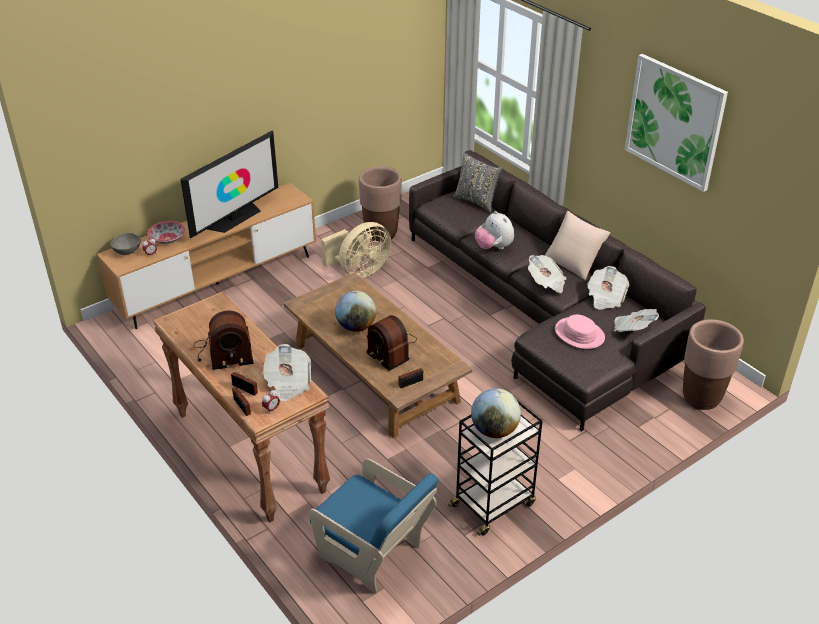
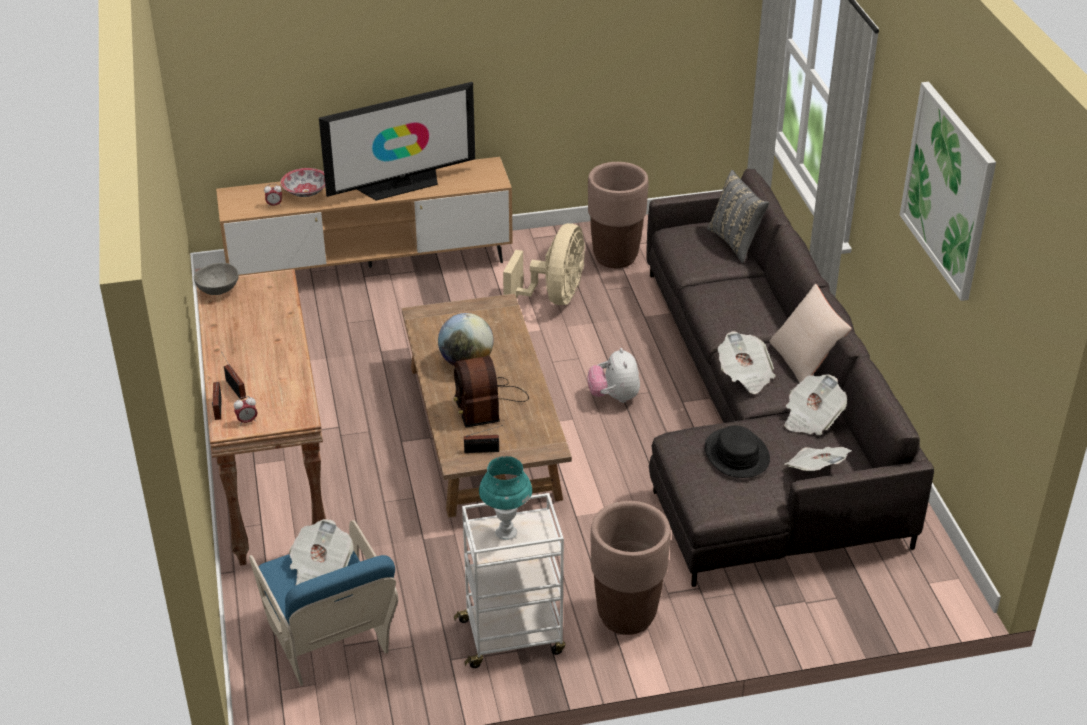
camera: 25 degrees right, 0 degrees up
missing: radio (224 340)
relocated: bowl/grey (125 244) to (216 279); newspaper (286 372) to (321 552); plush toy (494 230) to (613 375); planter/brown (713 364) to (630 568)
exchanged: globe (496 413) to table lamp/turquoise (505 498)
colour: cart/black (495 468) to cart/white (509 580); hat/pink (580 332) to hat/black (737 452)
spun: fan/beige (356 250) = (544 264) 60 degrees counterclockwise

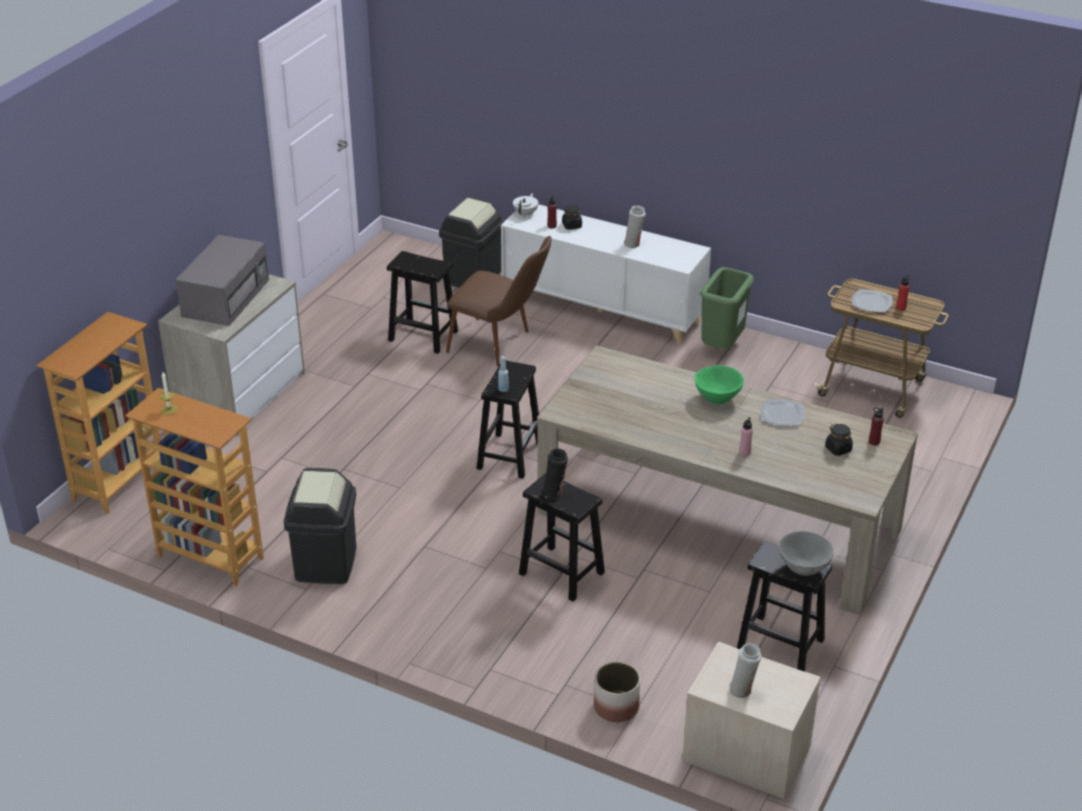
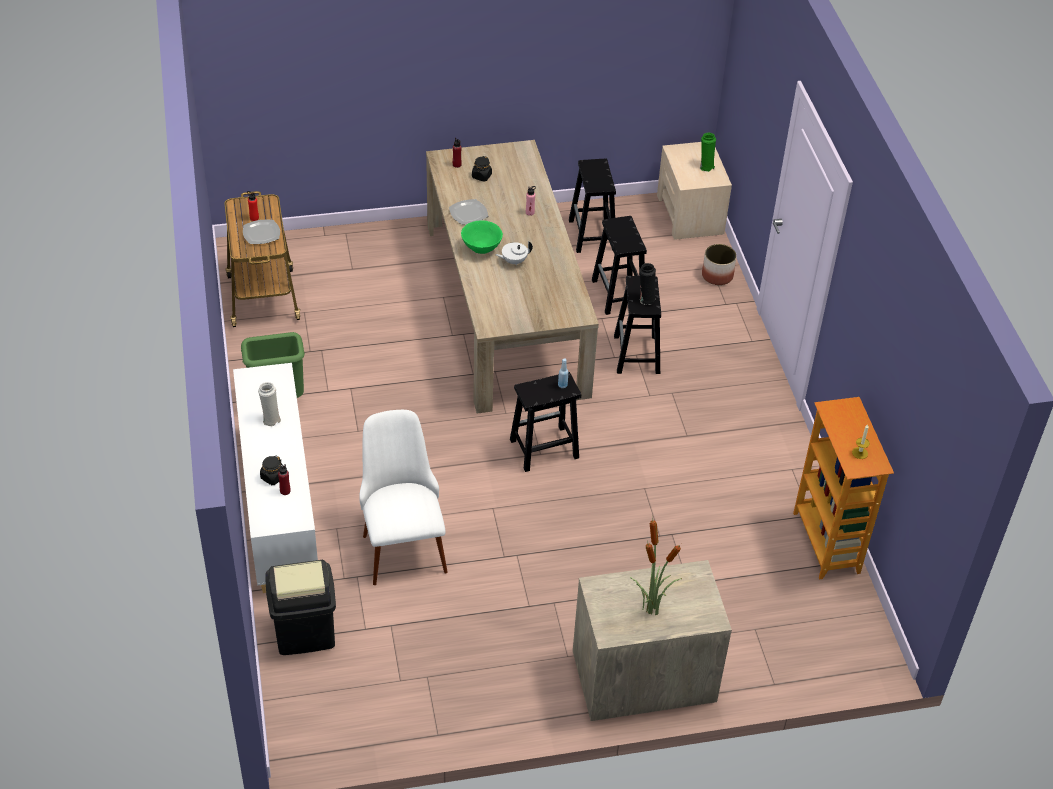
camera: 130 degrees left, 10 degrees up
missing: bookcase (98 413); trash can/black (320 526); bowl/grey (805 553)
relocated: stool/black (422 302) to (619 265); teapot/white (525 205) to (514 253)
exchanged: microwave/grey (222 280) to potted plant (656 565)
colour: chair/brown (499 301) to chair/white (403 497); vase/white (745 670) to vase/green (708 152)

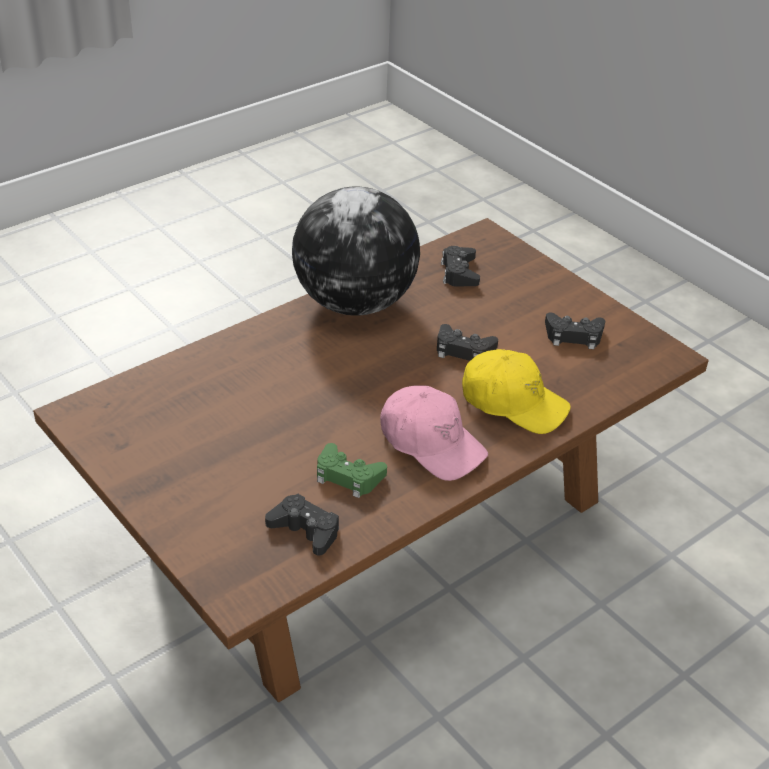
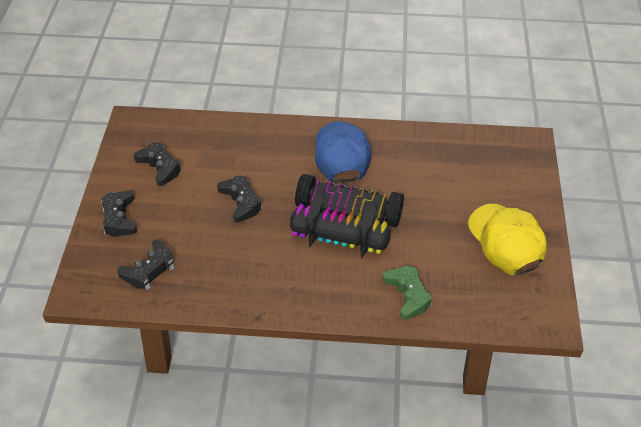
camera: 135 degrees left, 10 degrees up
missing: globe (356 251)
appeared: toy car (347 216)
relocated: game controller/black (302 525) to (119 213); game controller/green (352 470) to (407 293); cap/yellow (516 391) to (507 240)
colour: cap/pink (434 433) to cap/blue (343 152)

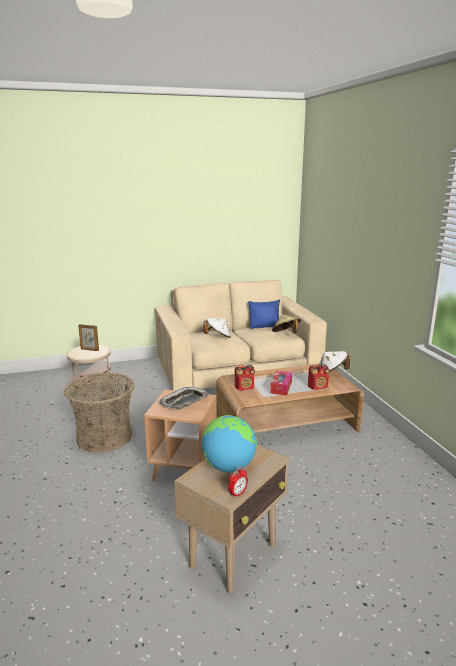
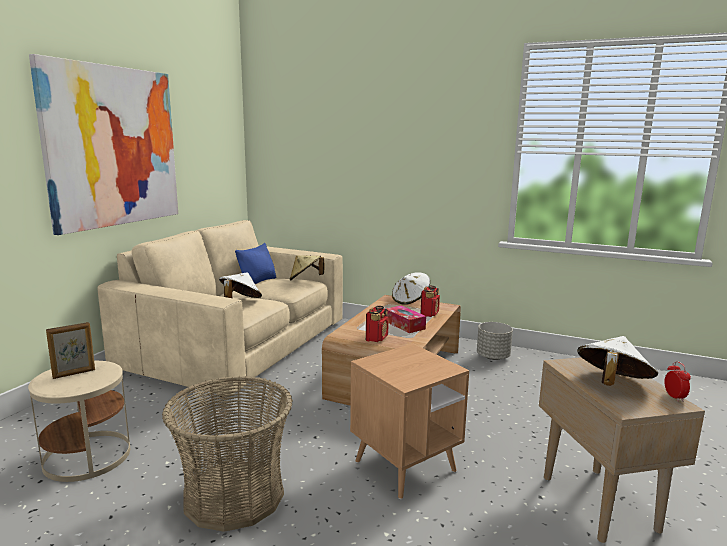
camera: 50 degrees left, 5 degrees down
missing: tray (183 398)
appeared: picture (103 144); planter/grey (495 341)
exchanged: globe (229 443) to hat/white (617 361)

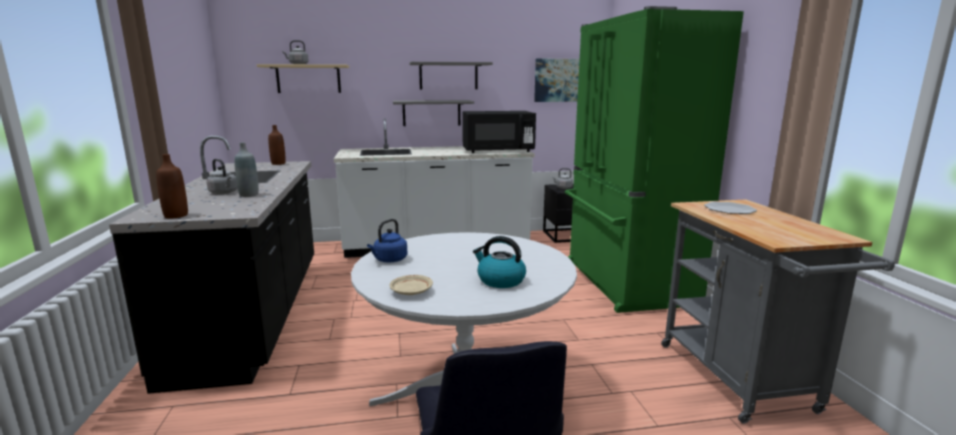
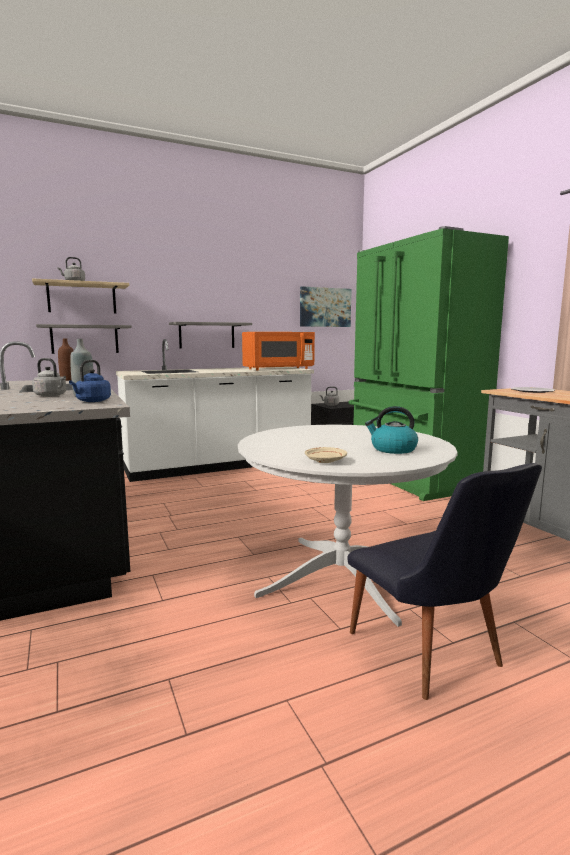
camera: 15 degrees left, 5 degrees down
missing: bottle/brown (172 186)
relocated: kettle/blue (387 241) to (90 381); shelf/grey (451 75) to (84 339)
colour: microwave/black (499 132) to microwave/orange (278 351)

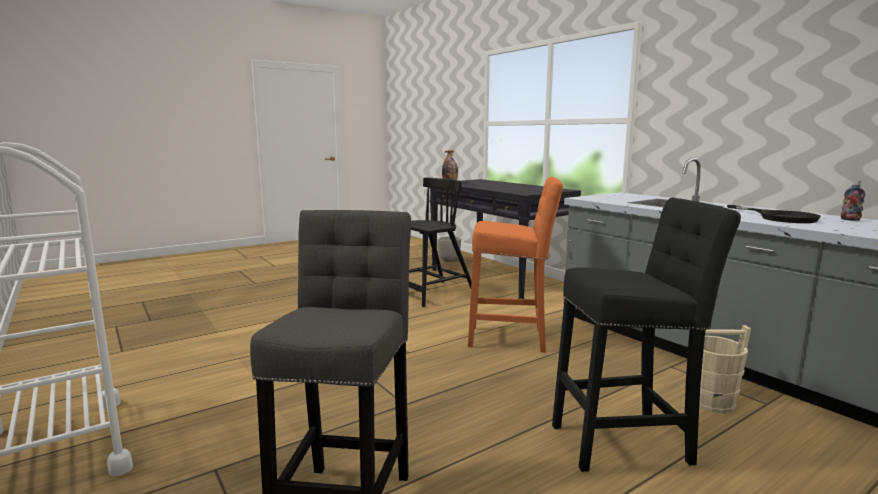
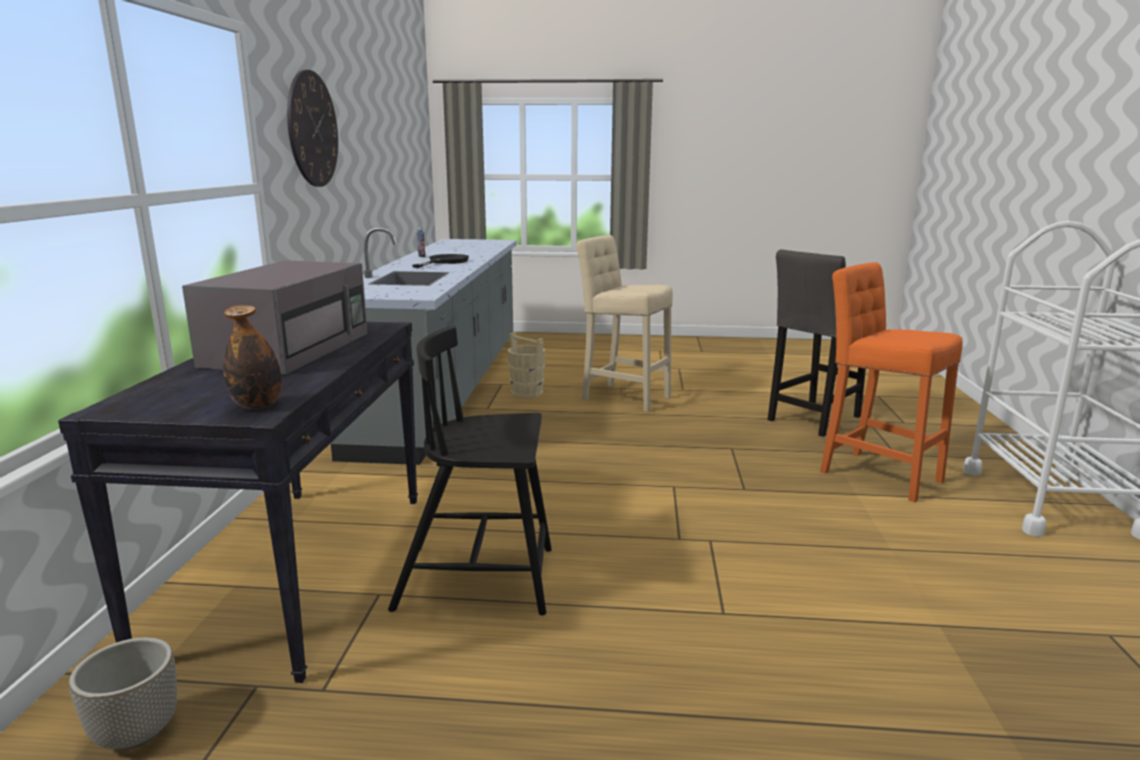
camera: 140 degrees left, 5 degrees up
appeared: microwave/grey (275 317); wall clock (312 128)
relocated: stool/orange (515 265) to (891 382)
colour: stool/black (646 335) to stool/beige (624 323)

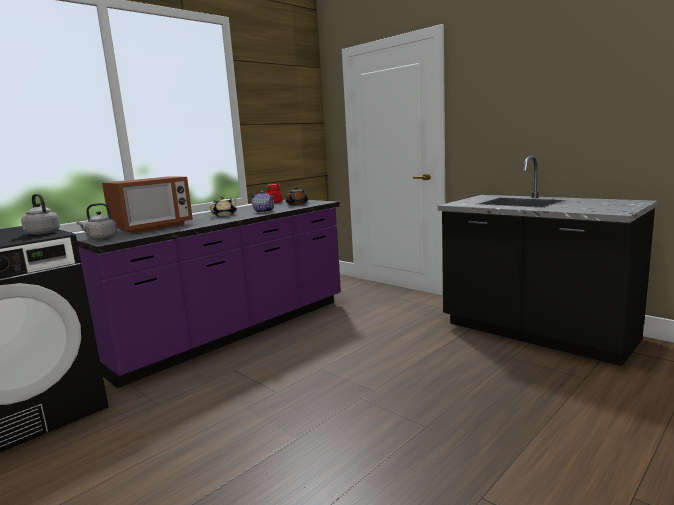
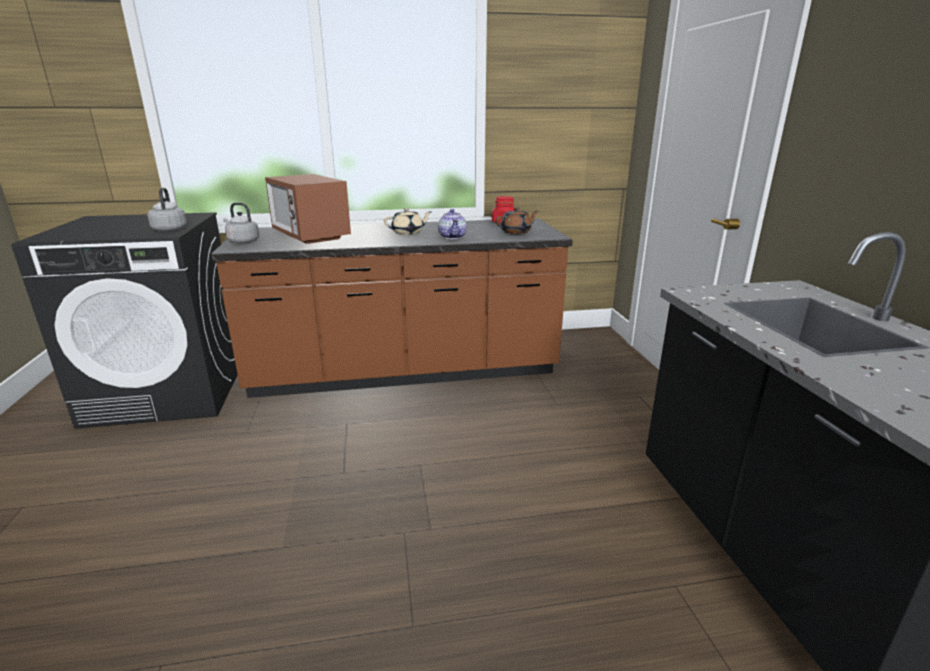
camera: 35 degrees right, 10 degrees up
colour: counter/purple (208 293) to counter/brown (392 308)
spun: microwave (147 204) = (308 209) 60 degrees clockwise

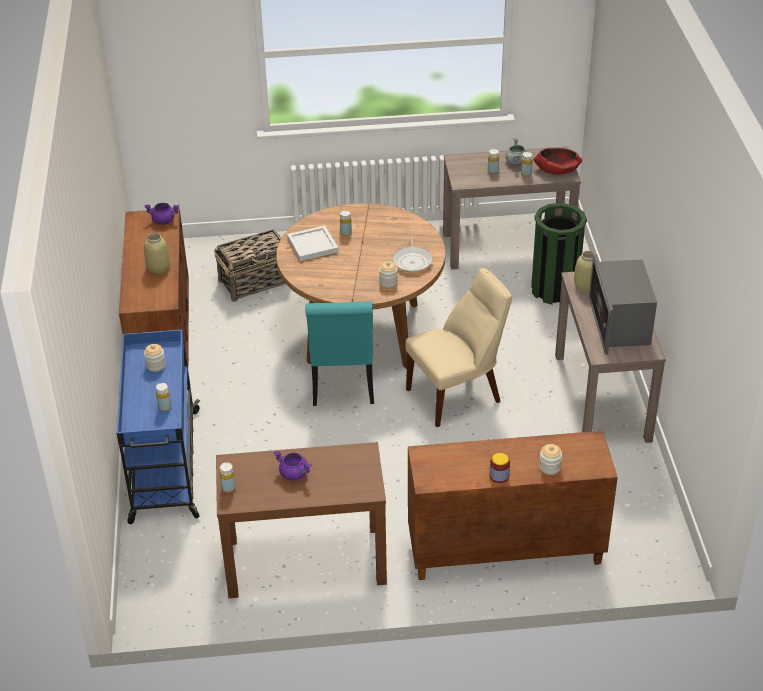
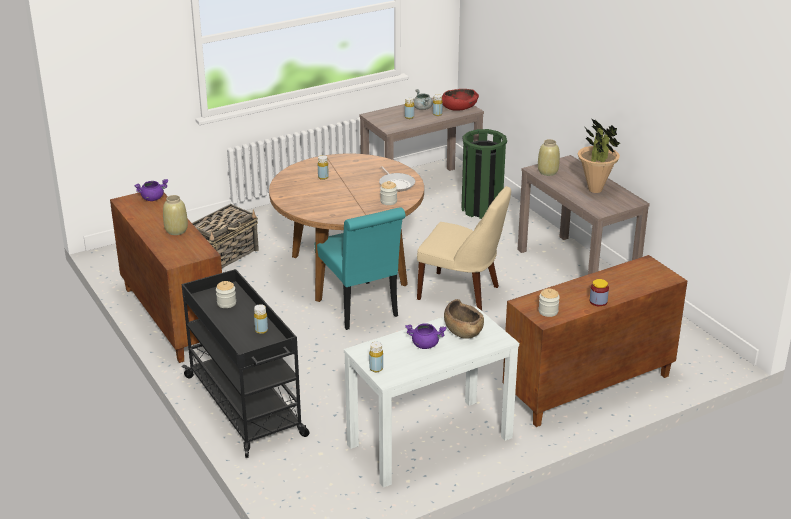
camera: 25 degrees left, 10 degrees down
missing: tray/white (312 243)
appeared: bowl/brown (464 319)
relocated: jar (550 459) to (549 302)
exchanged: microwave (623 304) to potted plant (598 155)
colour: cart/blue (158 426) to cart/black (245 363); console table/brown (301 520) to console table/white (431 397)
spun: chair/beige (458 347) = (464 248) 75 degrees clockwise

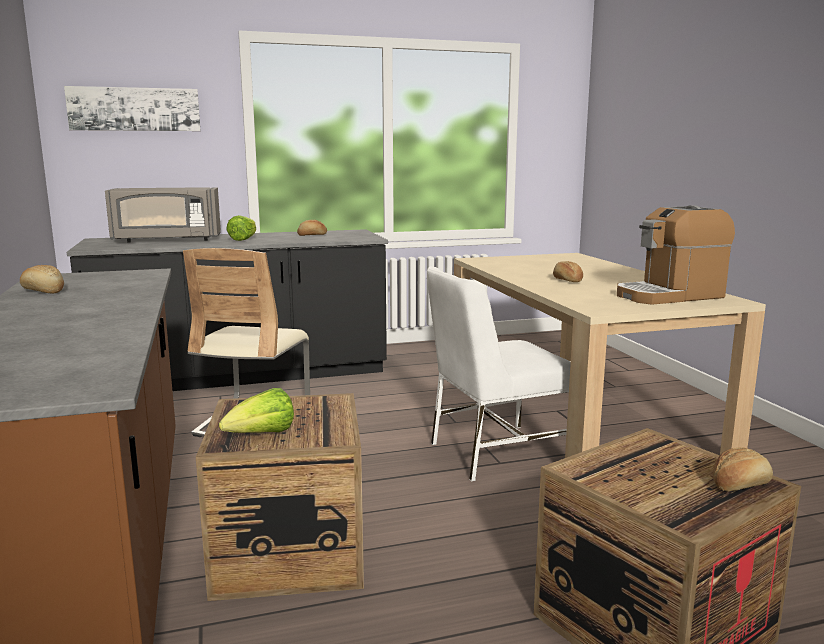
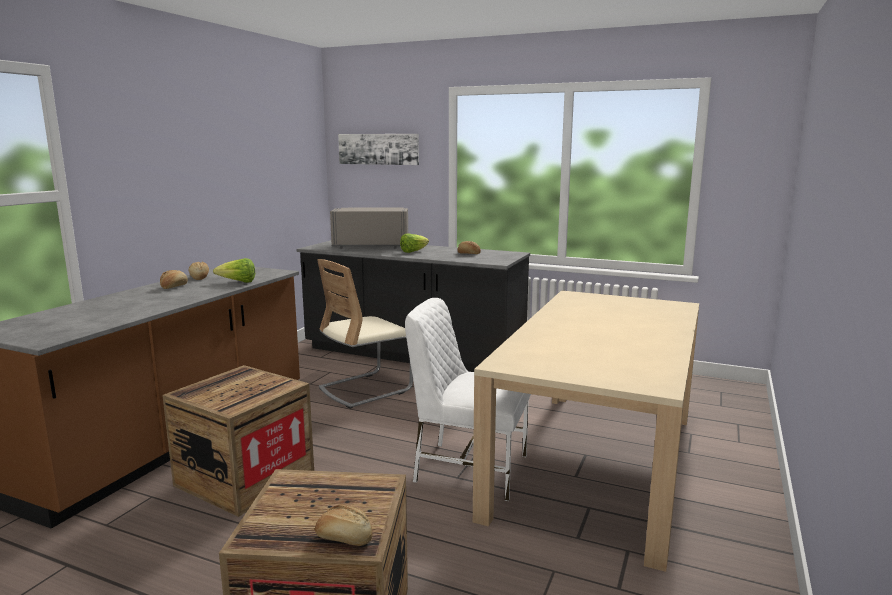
camera: 40 degrees right, 0 degrees up
missing: coffee machine (676 255)
relocated: lettuce (256 410) to (234 270); bread (568 271) to (174 279)
spun: microwave/grey (163 214) = (369 228) 150 degrees clockwise

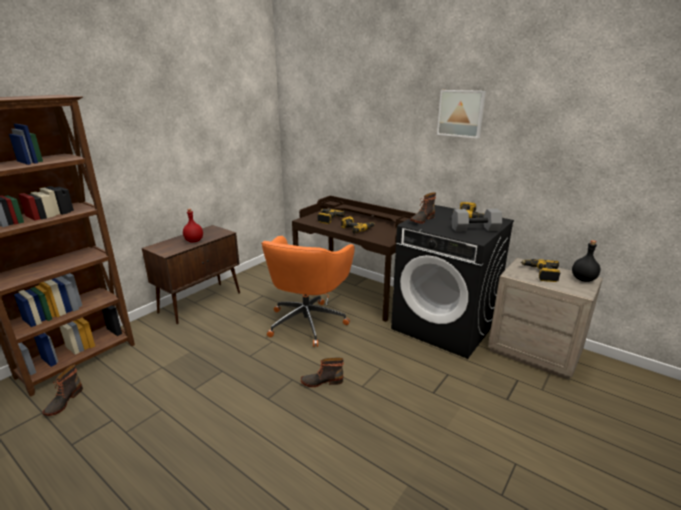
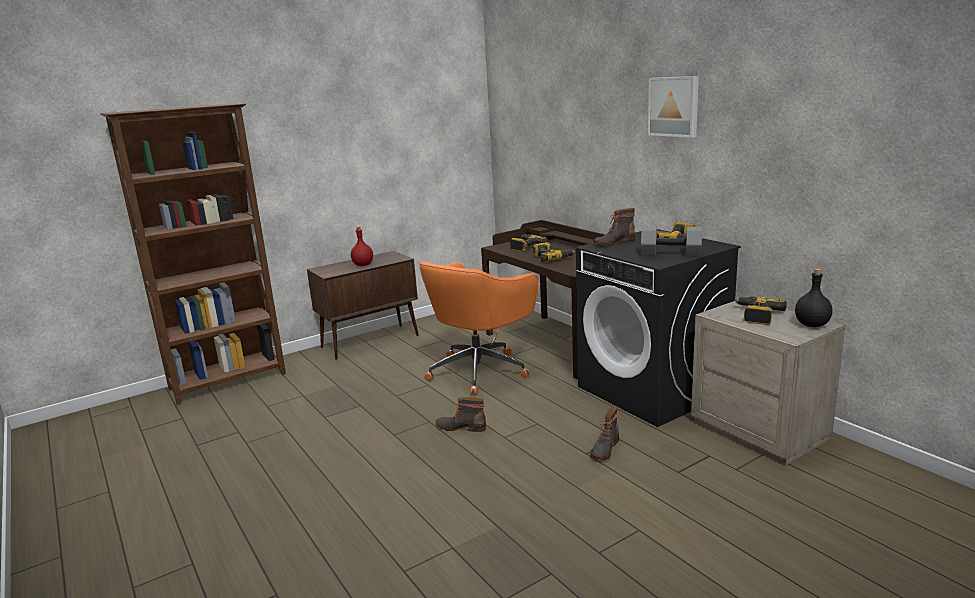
camera: 20 degrees right, 5 degrees down
relocated: boot (62 390) to (604 433)

